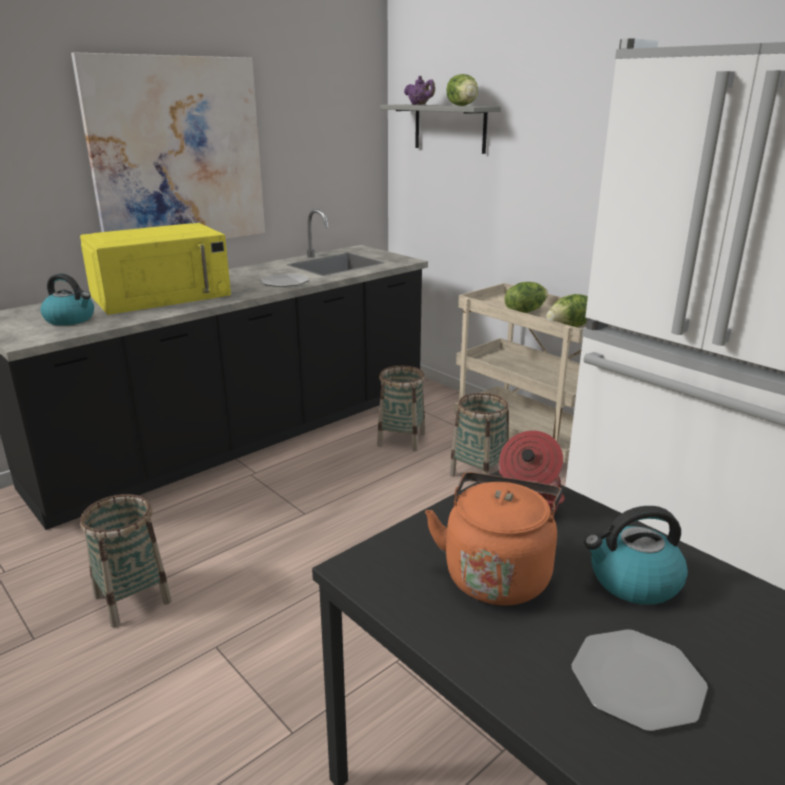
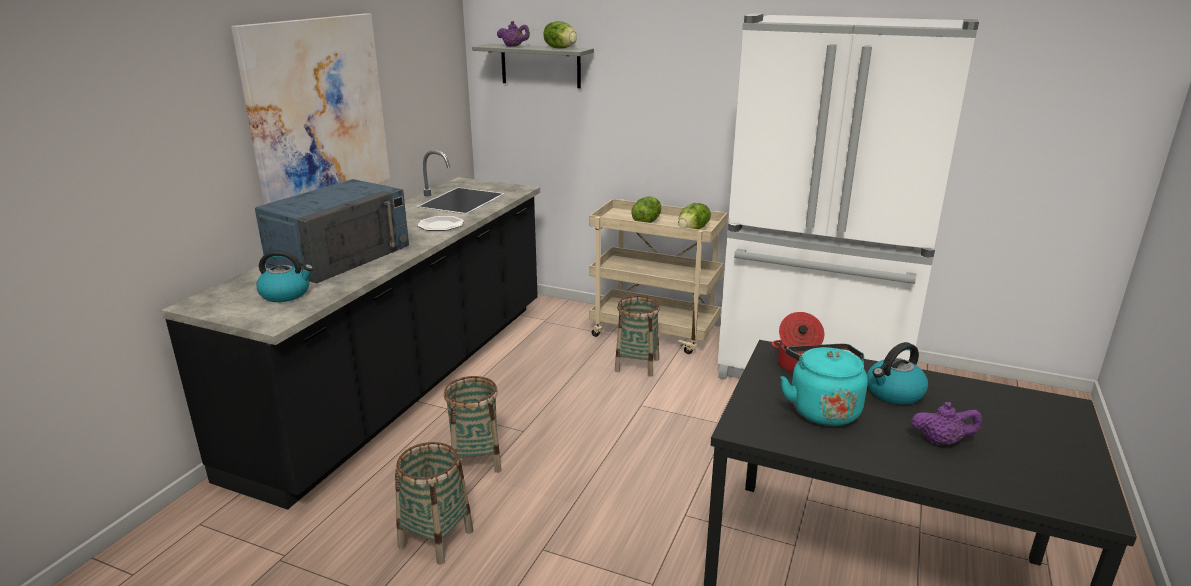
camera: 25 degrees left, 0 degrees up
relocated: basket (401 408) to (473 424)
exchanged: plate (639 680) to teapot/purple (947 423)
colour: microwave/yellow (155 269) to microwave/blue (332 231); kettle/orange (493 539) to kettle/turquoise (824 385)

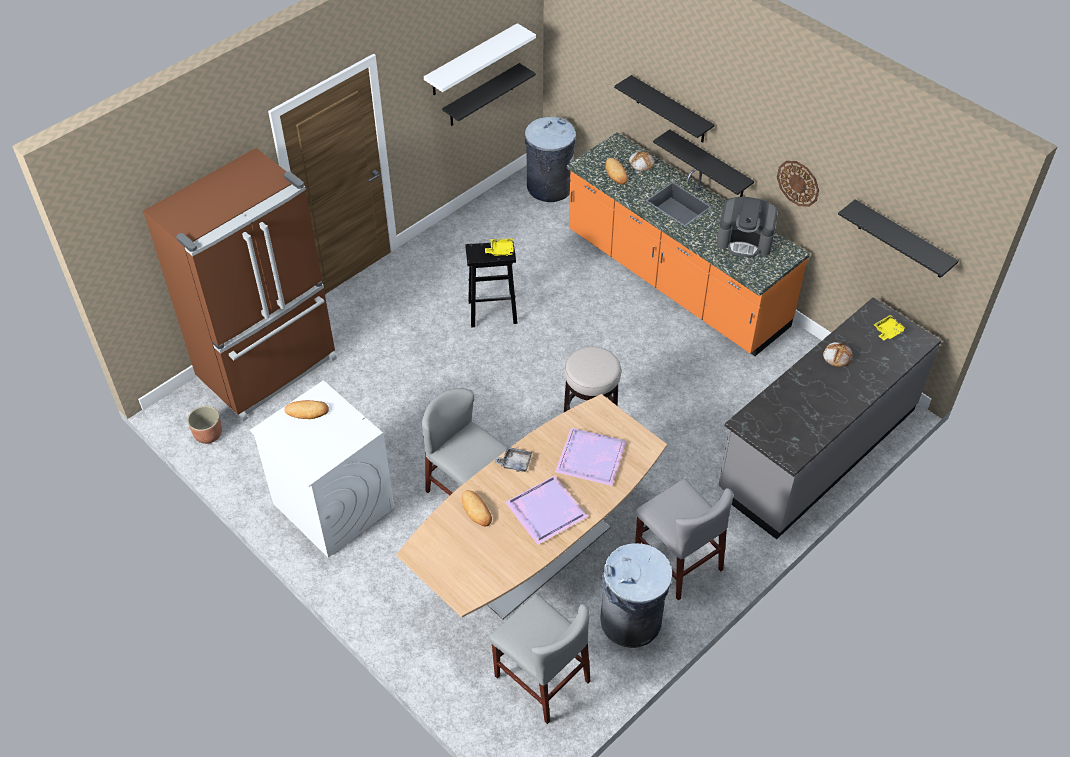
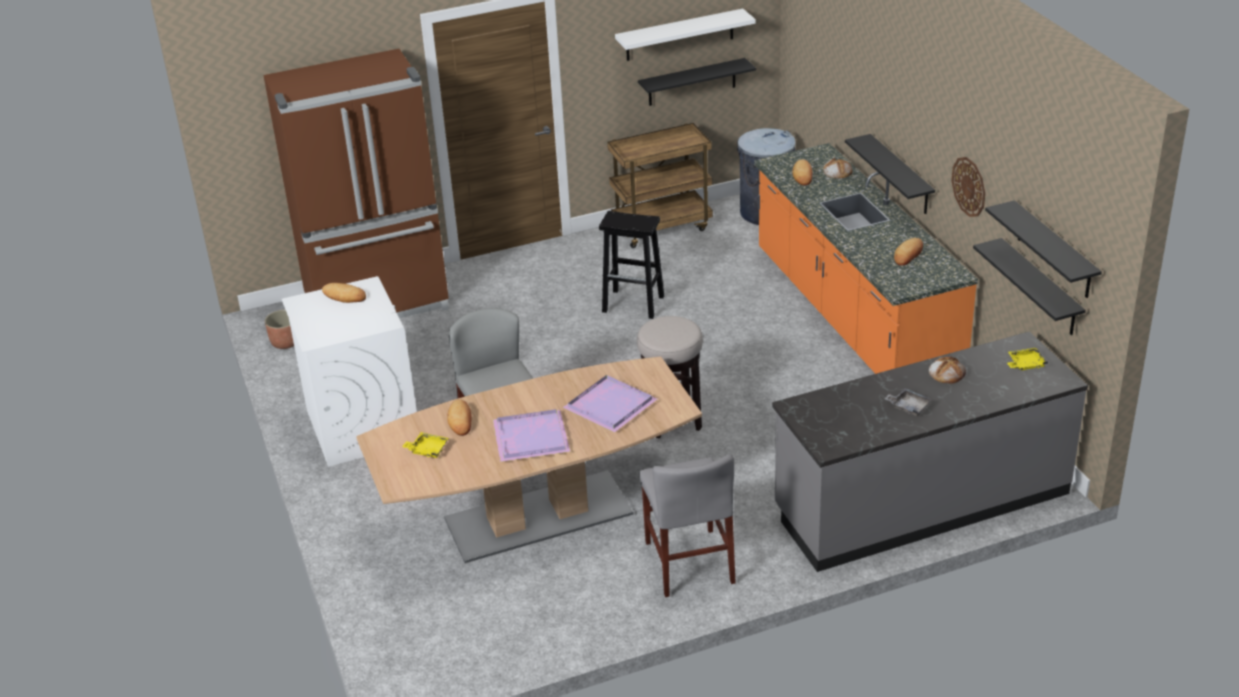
camera: 25 degrees right, 15 degrees down
missing: chair/grey (540 659); trash can/grey (636 595)
appeared: cart/brown (660 185)
relocated: tray/yellow (499 247) to (425 445); tray/grey (513 459) to (908 402); shelf/black (664 109) to (1029 286)
exchanged: coffee machine (747 227) to bread (908 252)

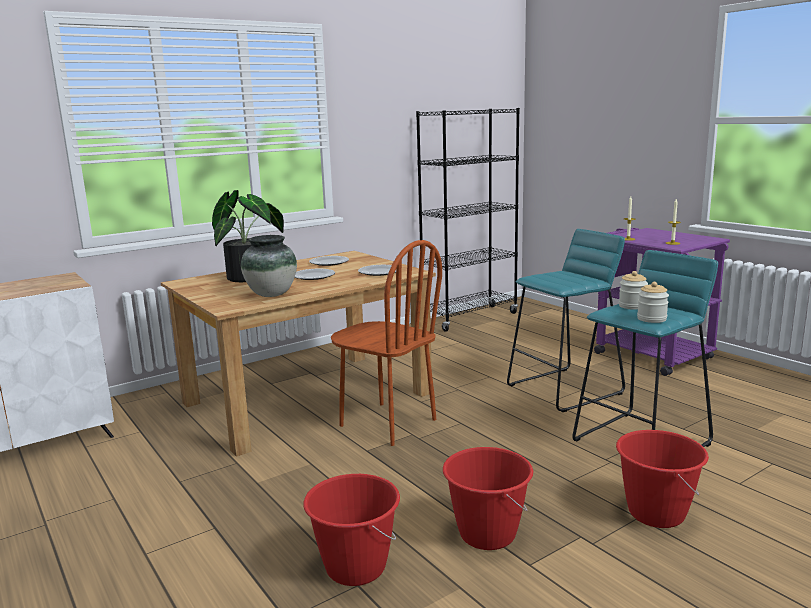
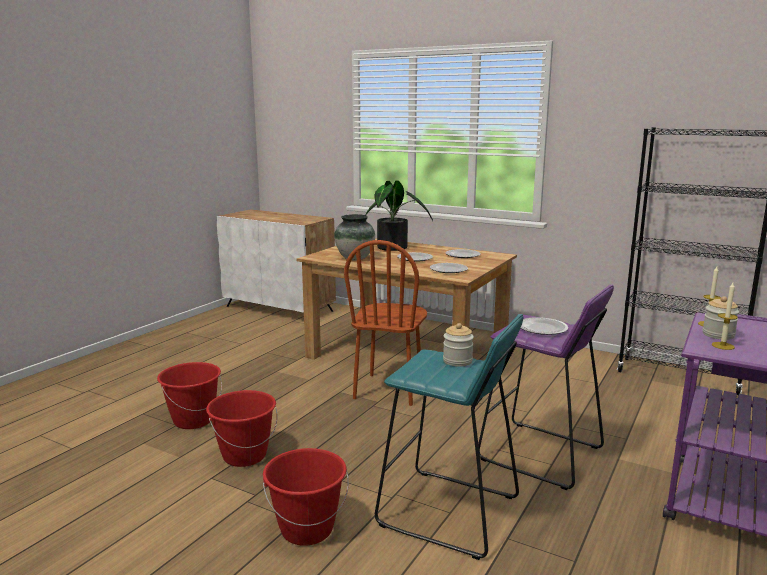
camera: 65 degrees right, 0 degrees up
appeared: plate (544 326)
relocated: jar (653 302) to (720 318)
colour: stool/turquoise (566 320) to stool/purple (546 387)

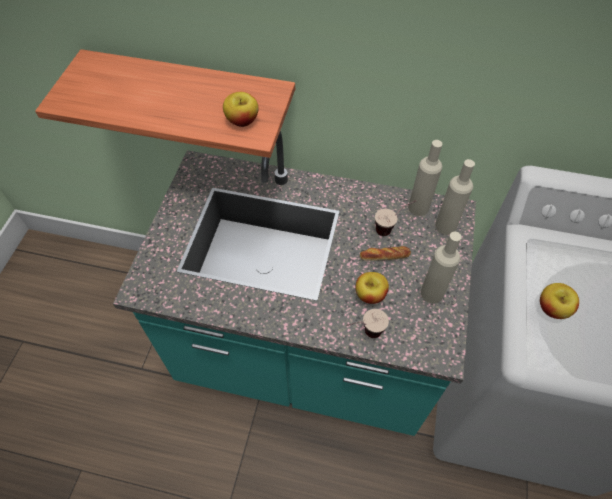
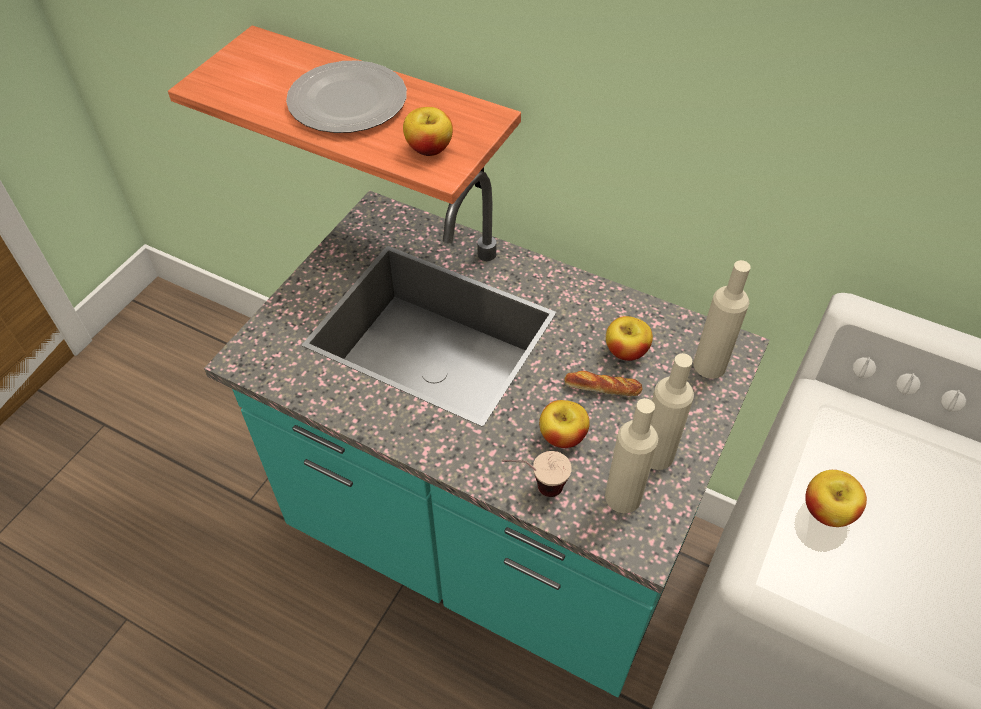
camera: 15 degrees right, 5 degrees down
appeared: plate (346 96)
relocated: bottle/beige (425 178) to (631 455)
exchanged: cup (395 218) to apple (629 338)

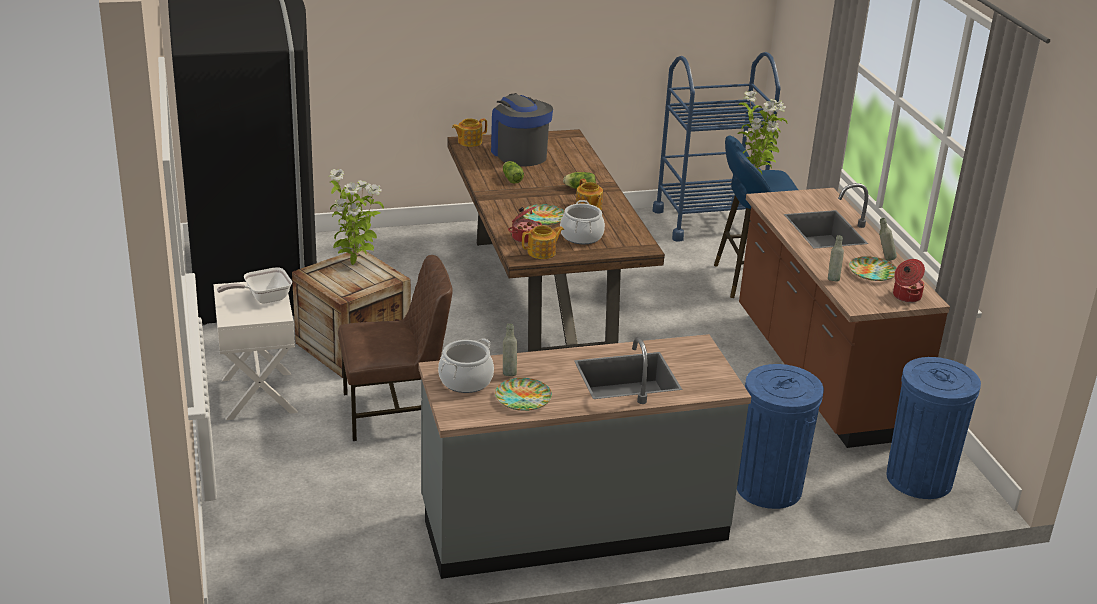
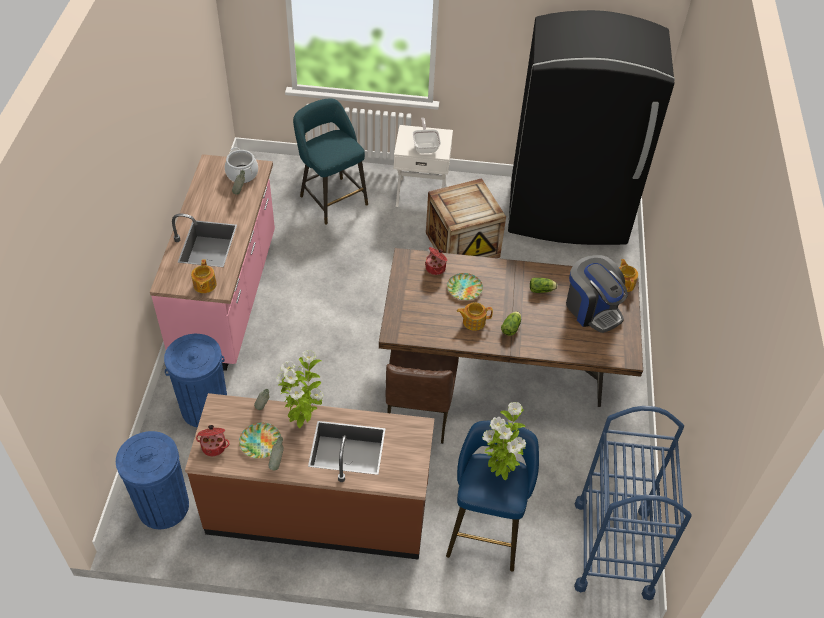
camera: 110 degrees right, 20 degrees up
missing: plate (523 394); cooking pot (582 222)
appeared: stool/turquoise (330 161)
relocated: potted plant (356 217) to (300 389); chair/brown (395 348) to (422 397); teapot (543 242) to (204 276)
colour: counter/grey (584 456) to counter/pink (212 262)
spun: coffee machine (522 130) = (597 294) 60 degrees clockwise

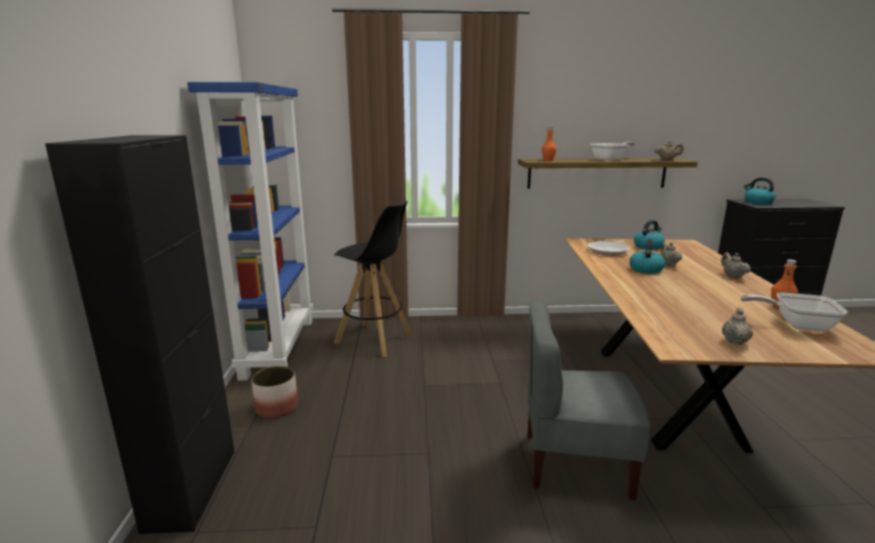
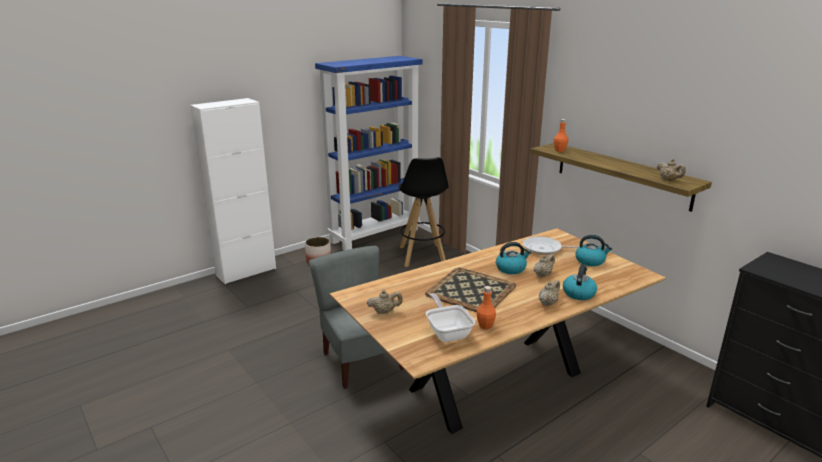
camera: 55 degrees right, 5 degrees up
missing: frying pan (612 151)
appeared: tray (470 290)
relocated: kettle (760 190) to (580 282)
colour: cabinet/black (140 334) to cabinet/white (233 191)

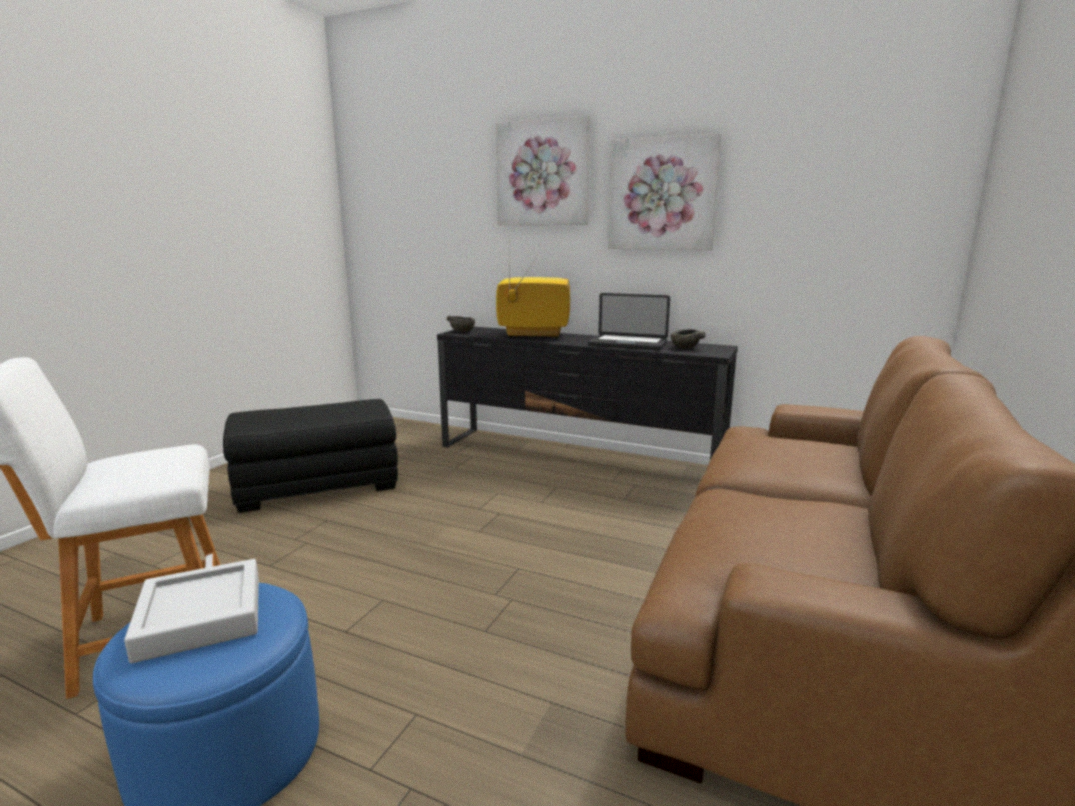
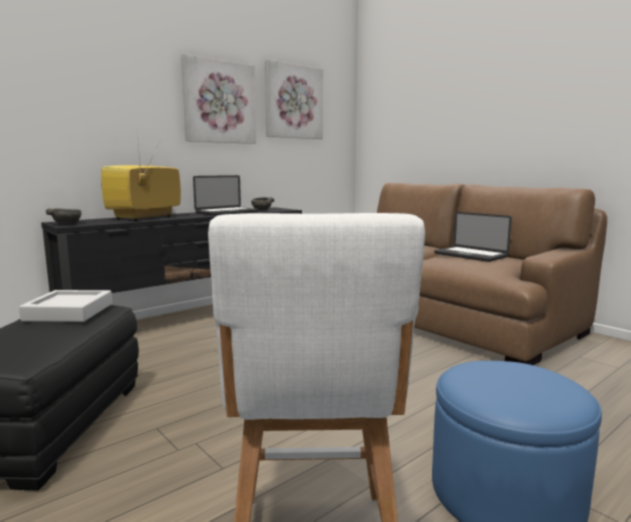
camera: 65 degrees left, 5 degrees down
appeared: laptop (473 237)
relocated: tray/grey (191 611) to (65 306); picture (543 170) to (294 99)

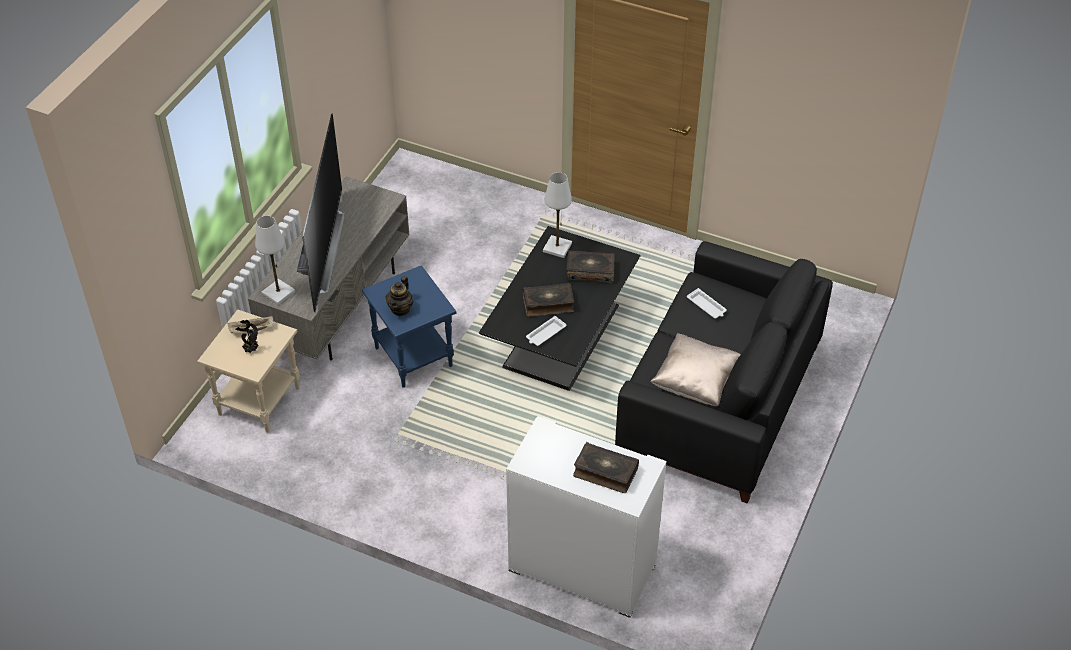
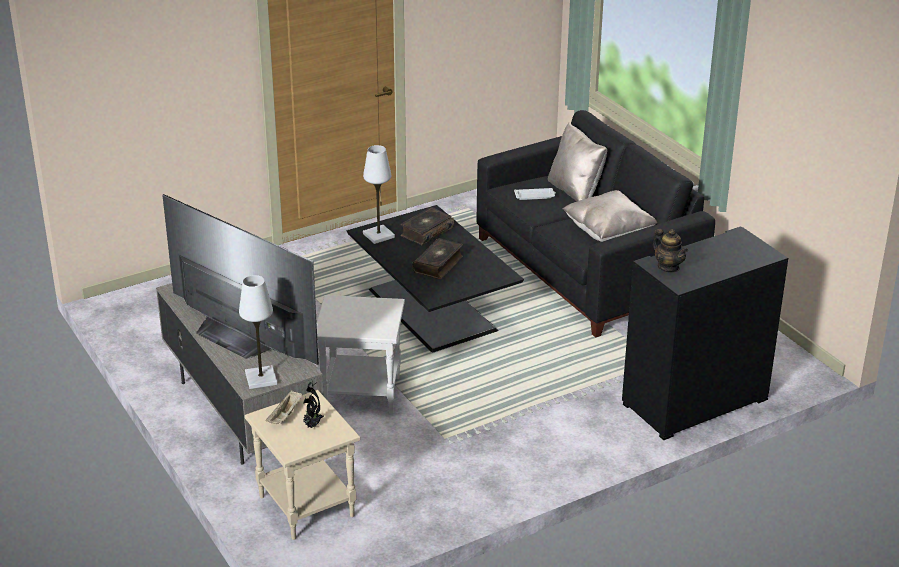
camera: 55 degrees left, 15 degrees down
missing: tray/white (546 331); book (606 467)
appeared: pillow/beige (577 162)
relocated: teapot (399 296) to (670 250)
colour: side table/blue (409 326) to side table/white (361 354); cabinet/white (586 517) to cabinet/black (705 333)

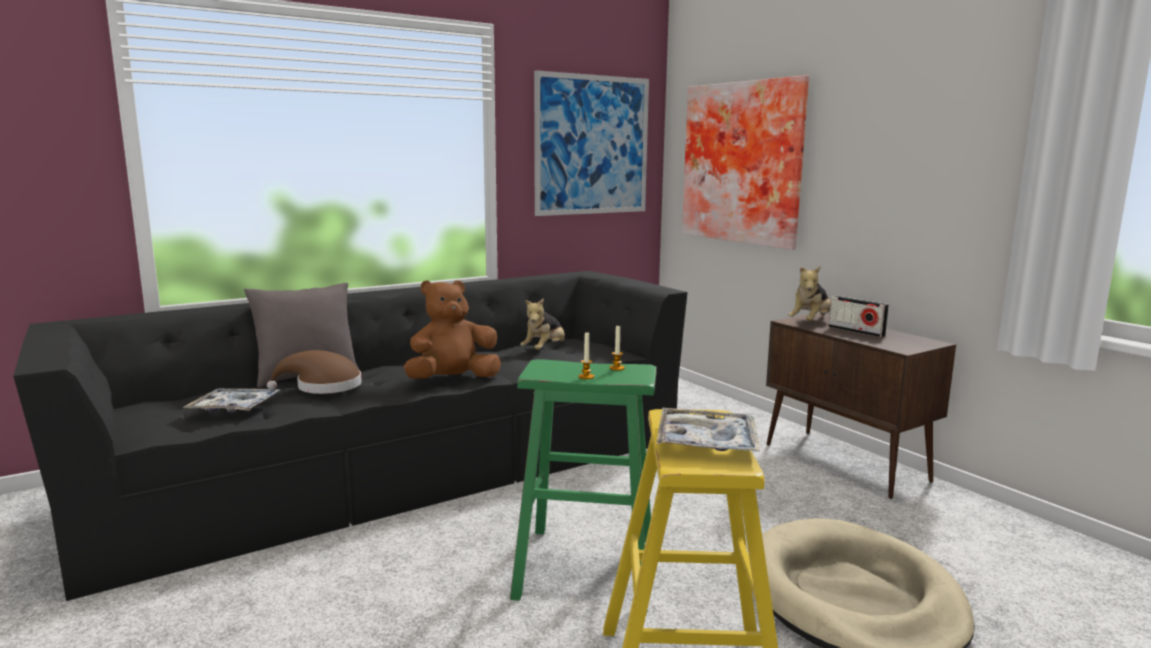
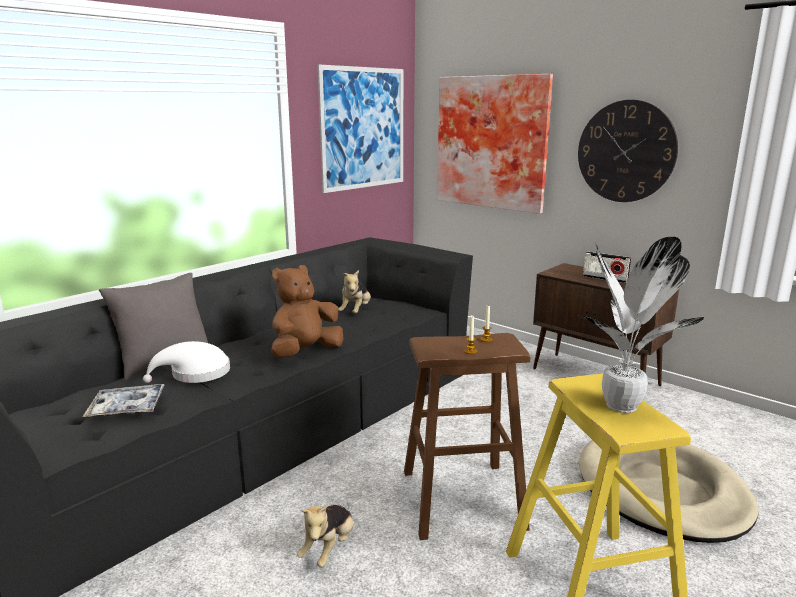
camera: 15 degrees left, 5 degrees up
appeared: wall clock (628 151)
relocated: plush toy (809 293) to (325 536)
exchanged: tray (708 430) to potted plant (641 325)
colour: hat/brown (314 372) to hat/white (186 362); stool/green (583 484) to stool/brown (467 436)

